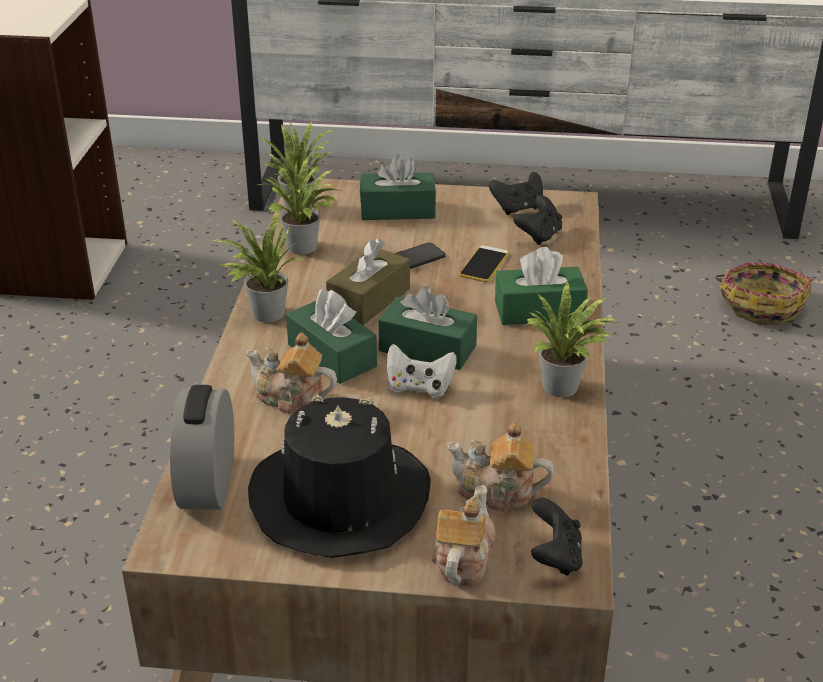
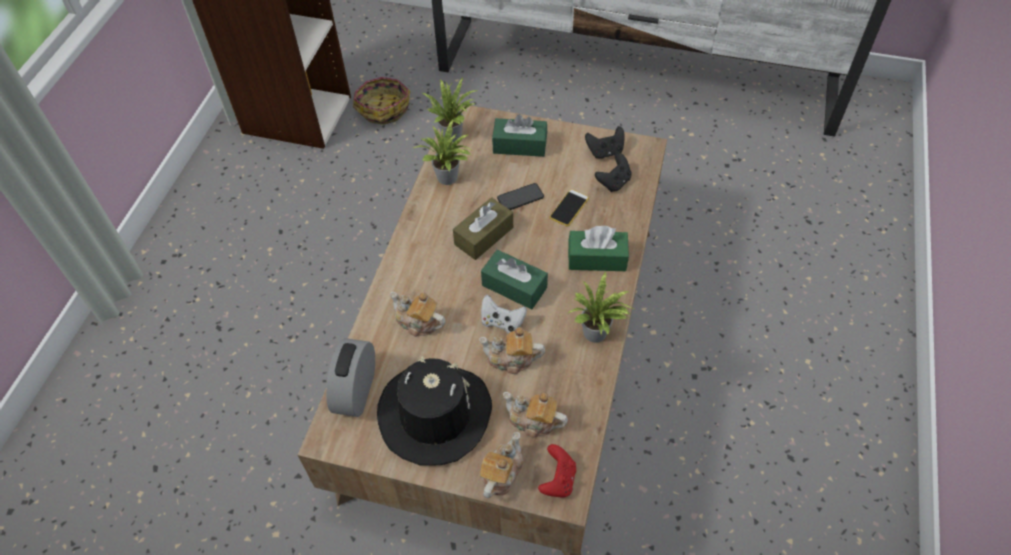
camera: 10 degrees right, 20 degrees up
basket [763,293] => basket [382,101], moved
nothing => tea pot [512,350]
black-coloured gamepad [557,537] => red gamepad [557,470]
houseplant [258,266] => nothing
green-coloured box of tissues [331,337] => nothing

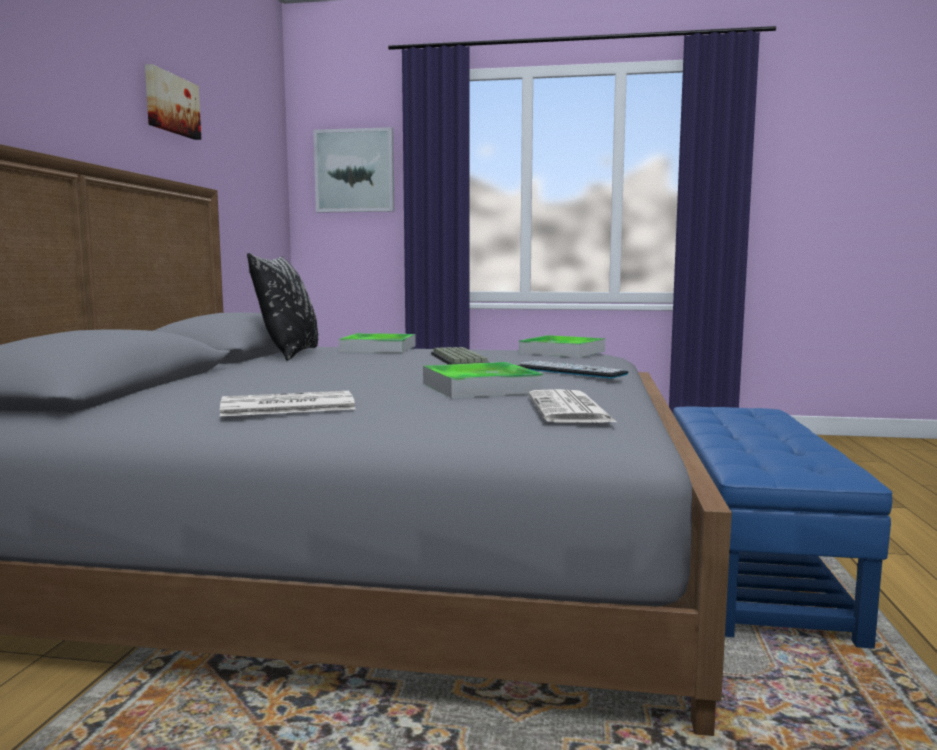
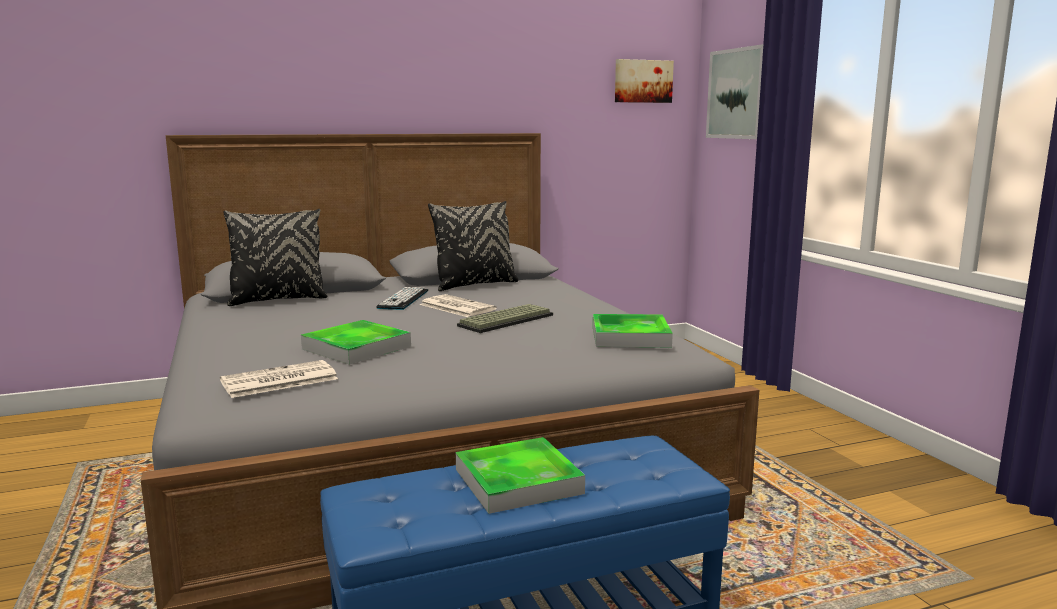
camera: 60 degrees right, 5 degrees up
nothing => black-coloured throw pillow [275,257]
PC keyboard [573,369] => PC keyboard [402,298], moved
newspaper [288,403] => newspaper [458,305], moved
carrying tray [377,343] => carrying tray [520,475], moved
wall art [173,102] => wall art [644,81], moved

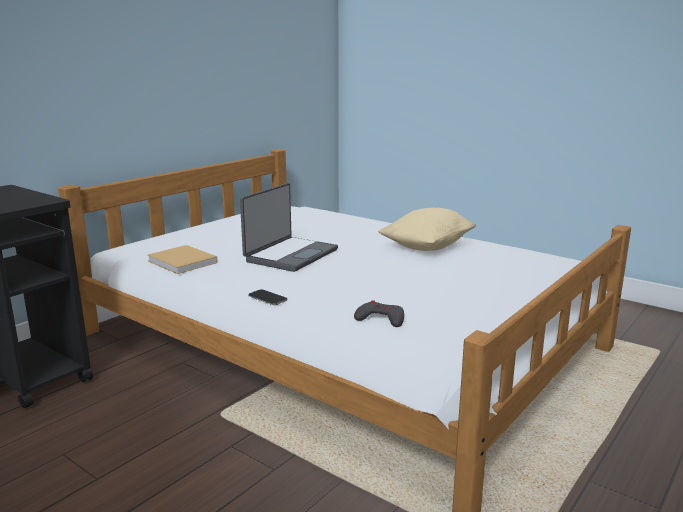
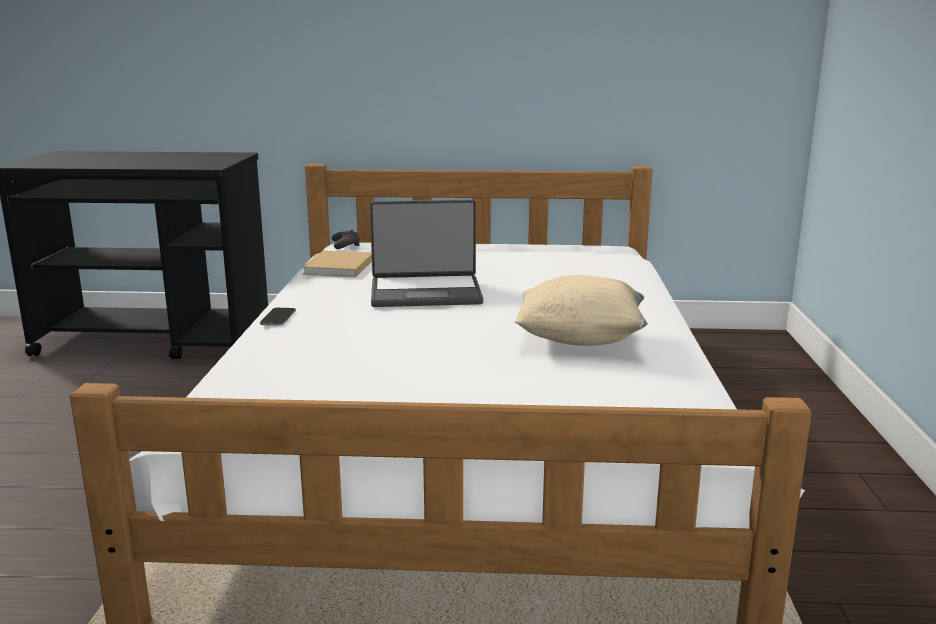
camera: 55 degrees right, 0 degrees up
grey gamepad [379,313] => grey gamepad [346,239], moved

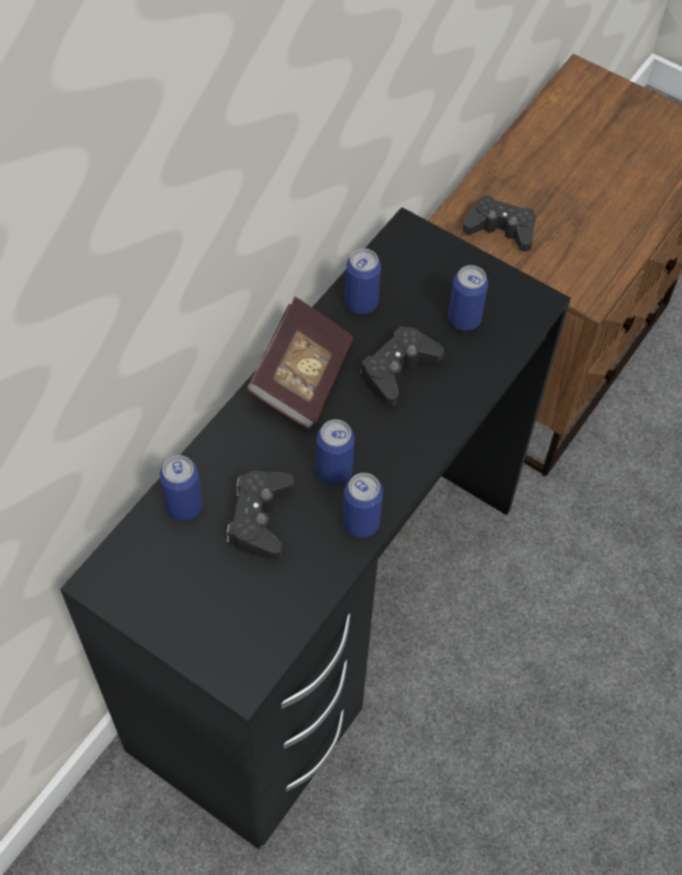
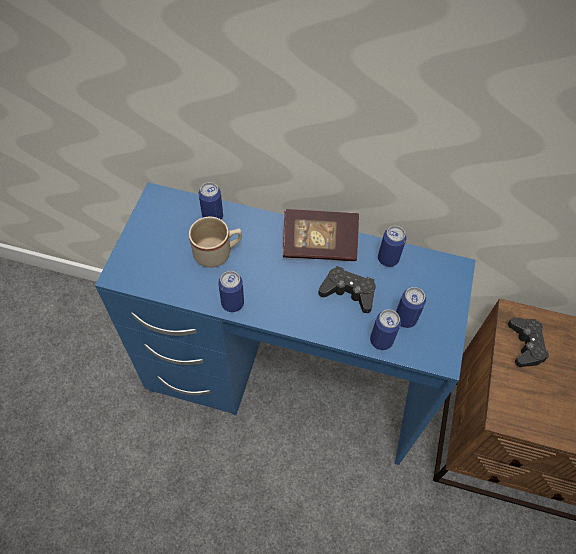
camera: 70 degrees right, 0 degrees up
black-coloured desk unit [315,528] => blue-coloured desk unit [285,323]
black-coloured gamepad [260,514] => beige-coloured mug [215,242]
metal can [336,452] => metal can [385,329], moved

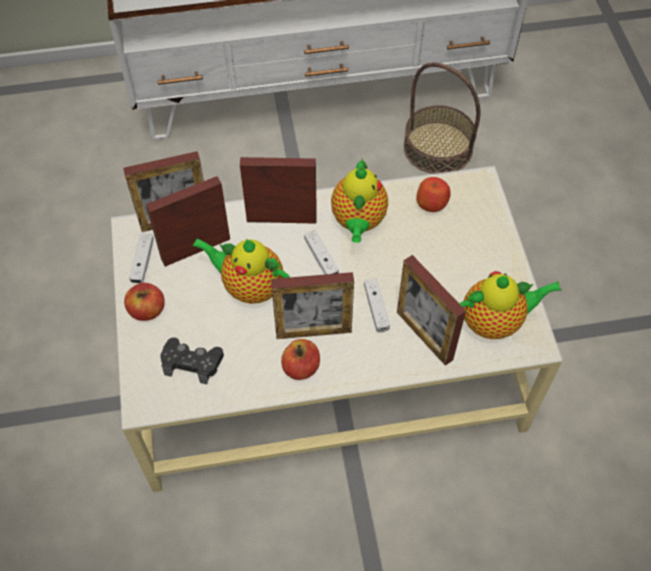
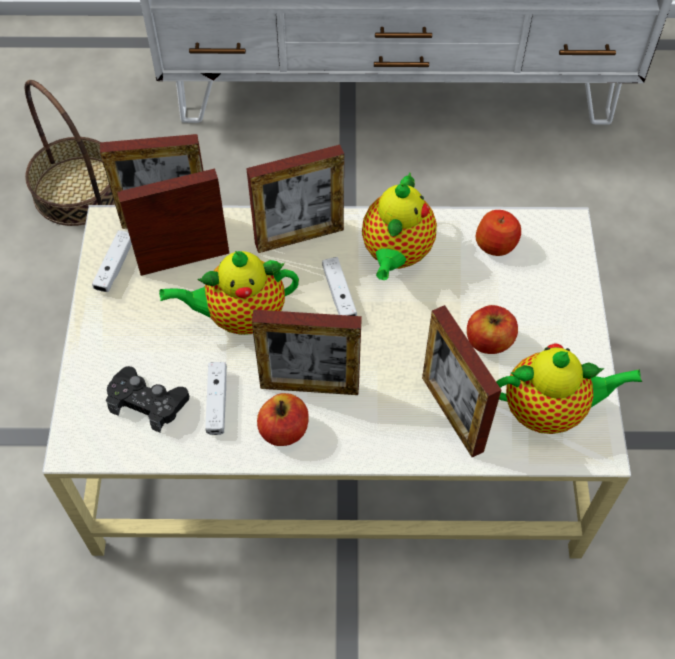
camera: 10 degrees right, 0 degrees up
basket [442,118] => basket [70,153], moved
tea pot [241,271] => tea pot [229,293], 45 degrees counterclockwise
whitish gamepad [377,305] => whitish gamepad [216,398], moved
photo frame [278,190] => photo frame [295,199], 150 degrees clockwise
apple fruit [144,302] => apple fruit [492,329], moved

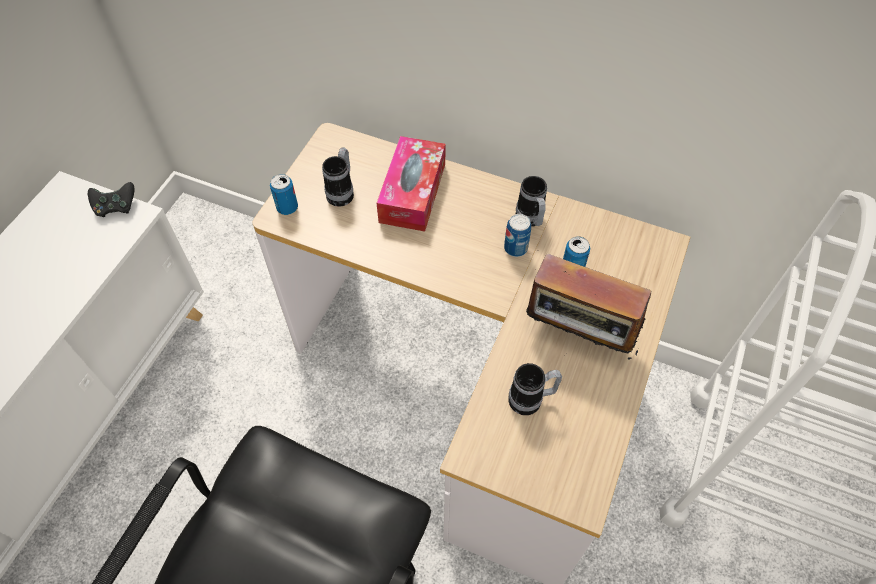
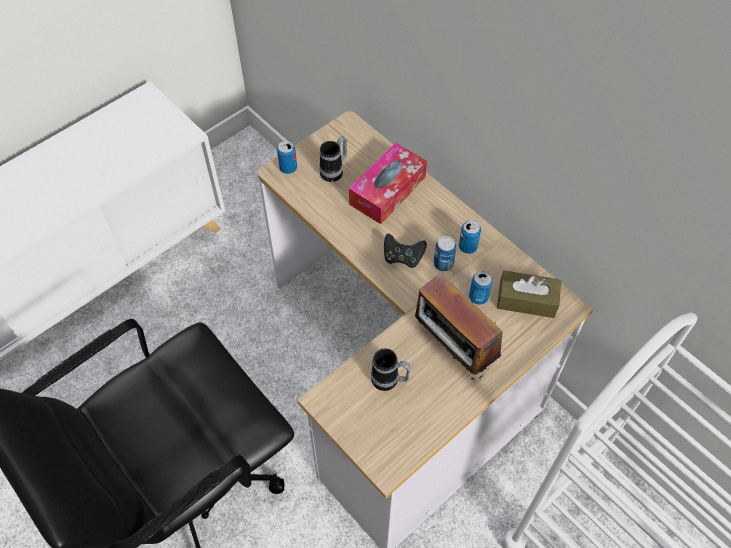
camera: 25 degrees right, 0 degrees up
black-coloured gamepad [111,199] => black-coloured gamepad [405,251], moved
mug [531,201] => metal can [470,237]
nothing => brown box of tissues [529,294]

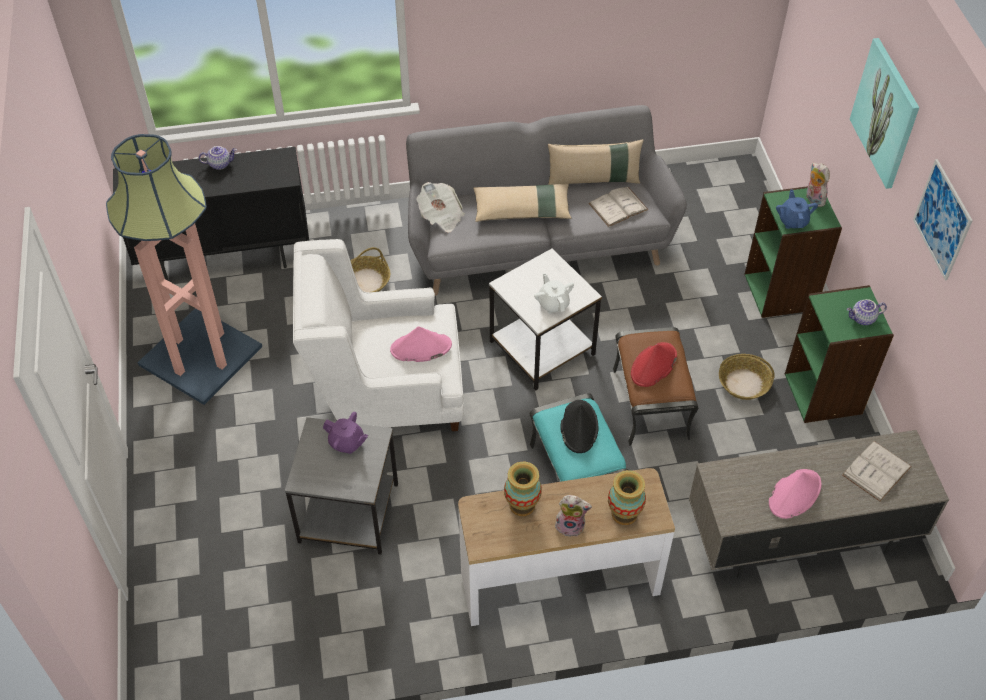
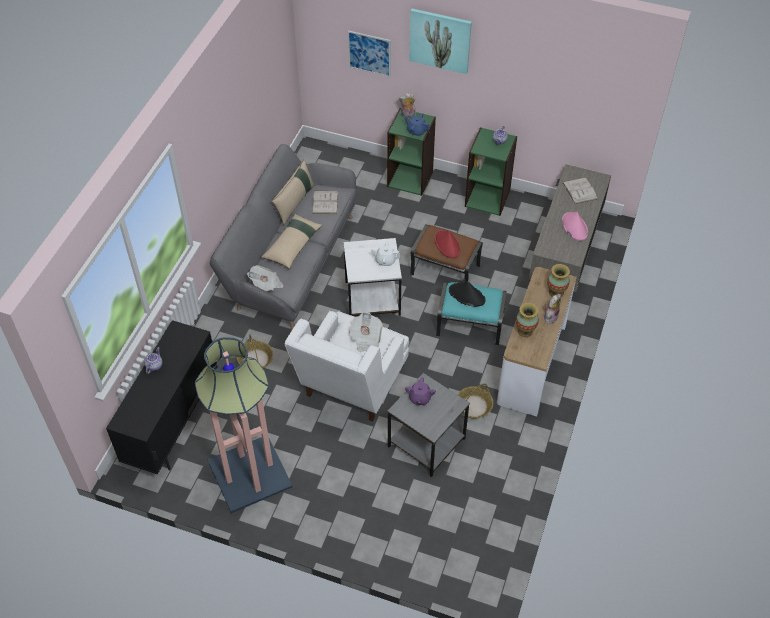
camera: 60 degrees left, 0 degrees up
wall art [943,219] => wall art [369,54], moved
pink-coloured clothing hat [421,344] => newspaper [366,332]
purplish tea pot [345,433] => purplish tea pot [420,391], 135 degrees clockwise
basket [747,377] => basket [475,401], moved

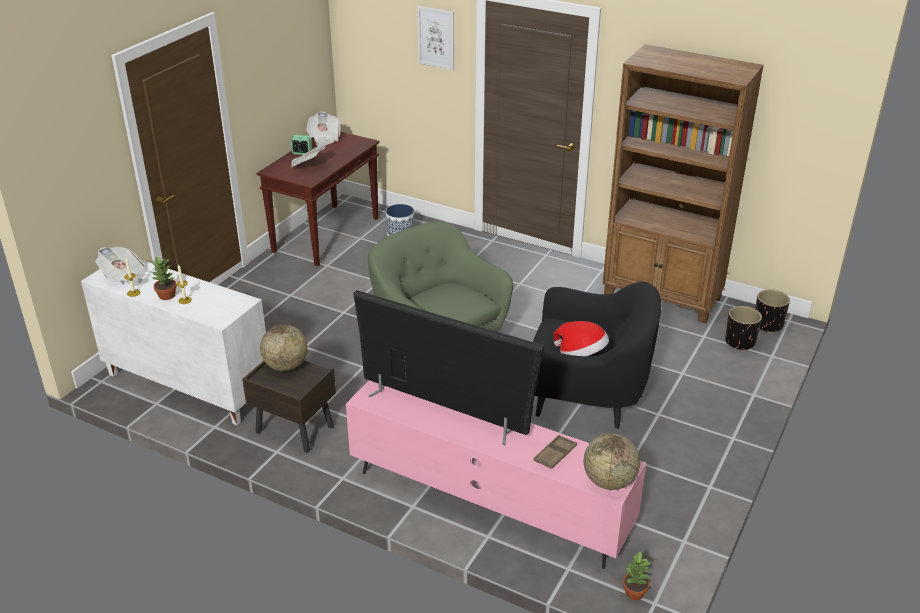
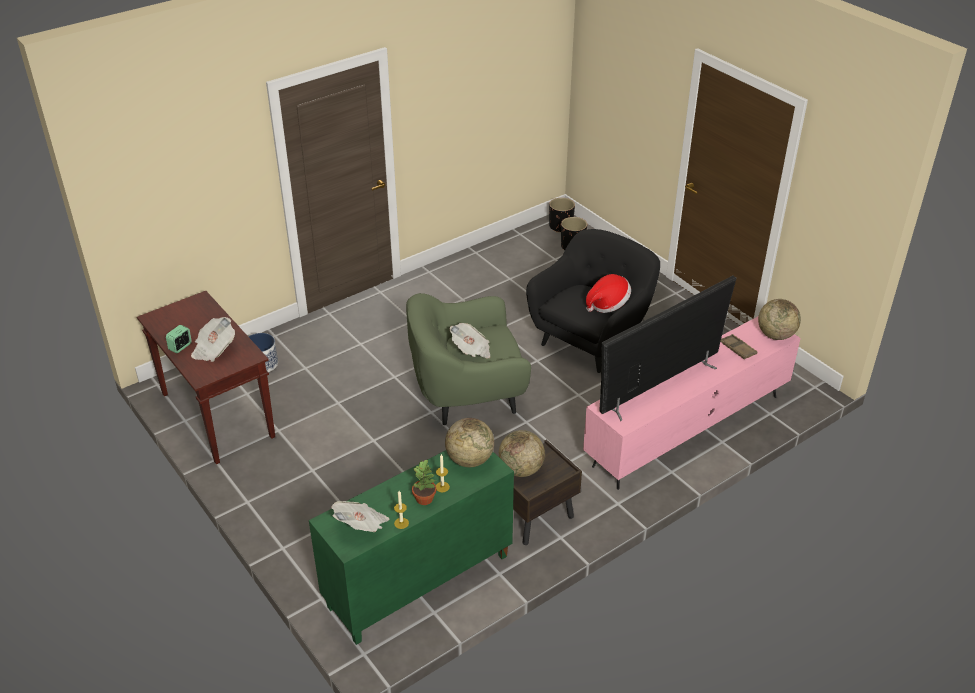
camera: 65 degrees left, 5 degrees up
whitish cupboard [173,342] => green-coloured cupboard [411,547]
nothing => world globe [469,442]
newspaper [323,129] => newspaper [470,340], moved
wall art [435,38] => nothing
brown shelving unit [683,183] => nothing
houseplant [636,576] => nothing

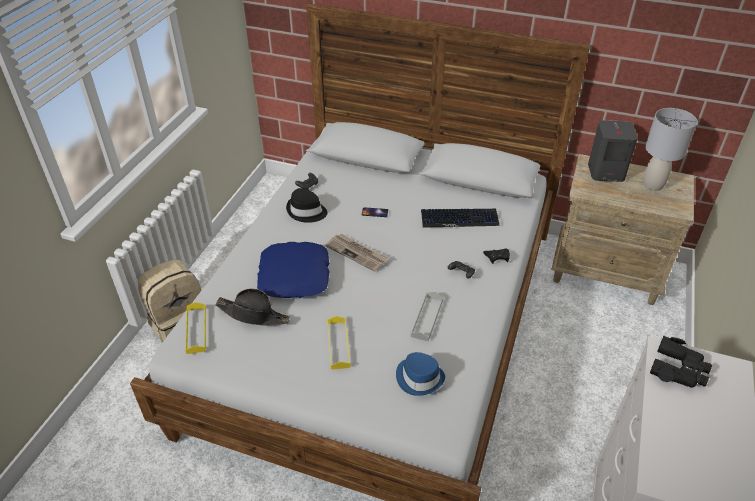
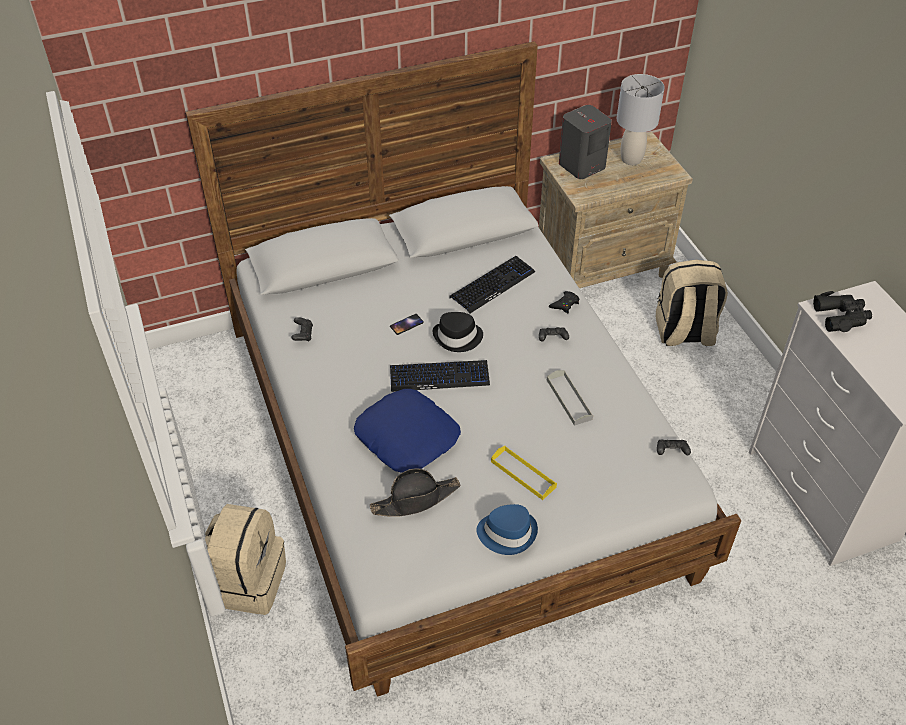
camera: 40 degrees left, 5 degrees up
newspaper [357,252] => PC keyboard [440,376]
black-coloured clothing hat [306,205] => black-coloured clothing hat [458,332], moved
blue-coloured clothing hat [420,374] => blue-coloured clothing hat [507,529], moved
nothing => beige-coloured backpack [691,303]
nothing => black-coloured gamepad [674,447]
yellow-coloured carrying tray [195,328] => nothing

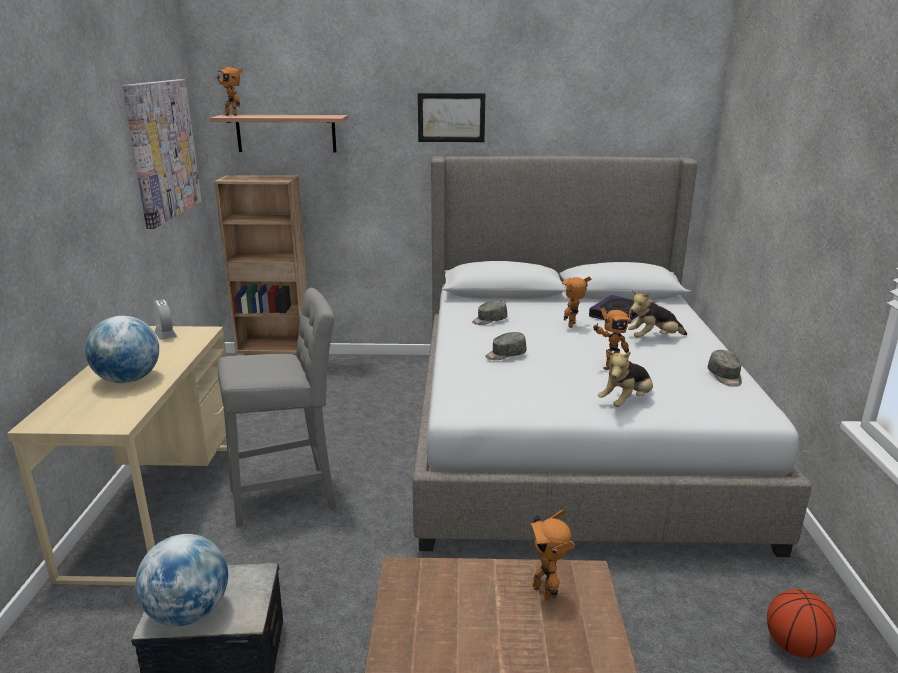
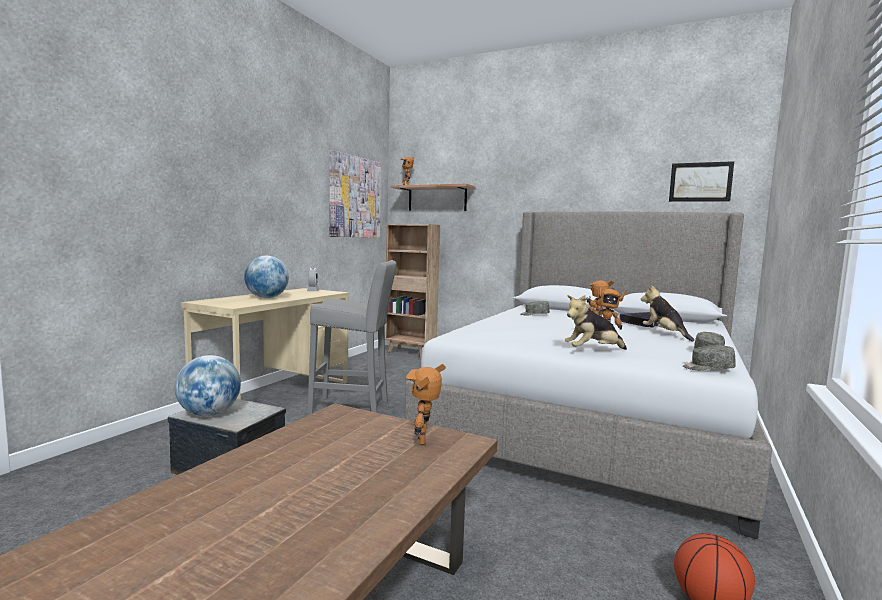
camera: 25 degrees right, 15 degrees down
plush toy [657,313] => plush toy [667,313], 60 degrees clockwise
wall art [451,117] => wall art [701,181], moved
grey baseball cap [505,346] => grey baseball cap [709,357], moved

